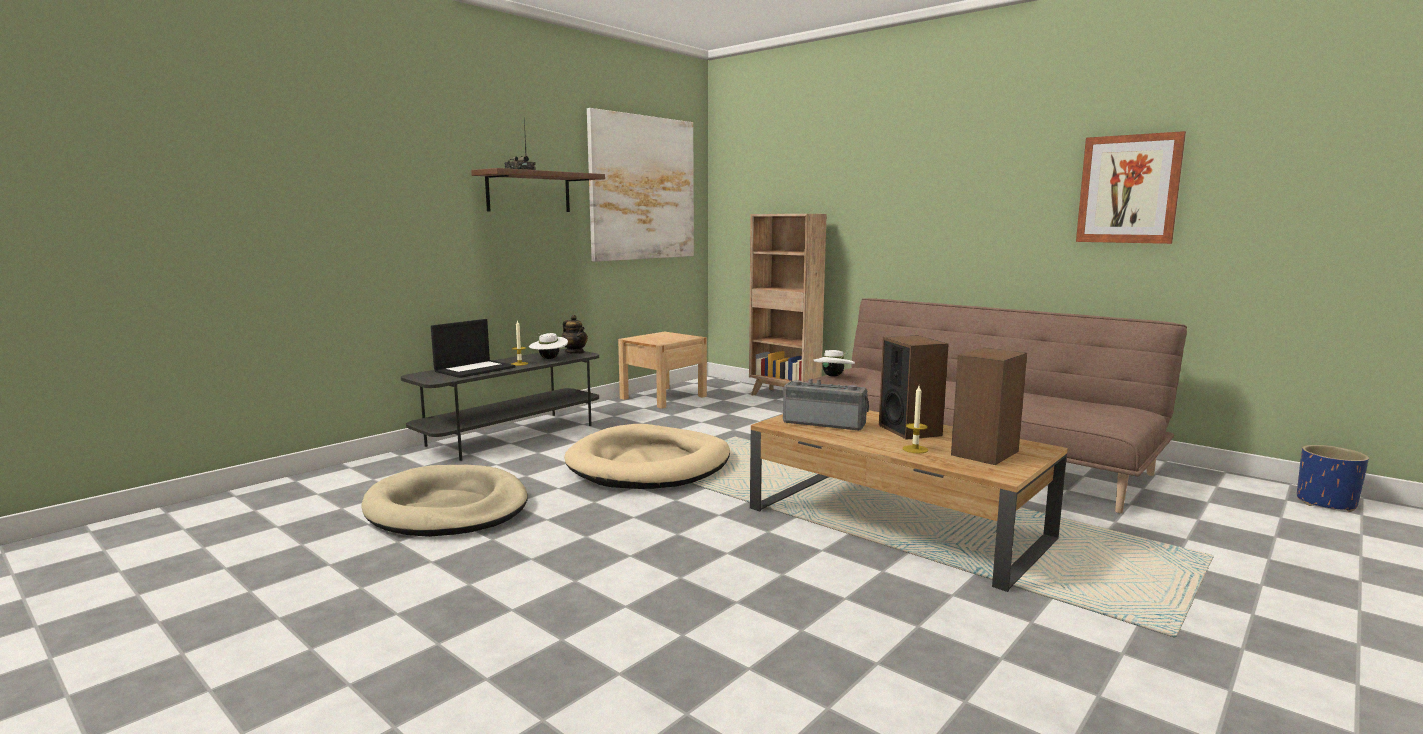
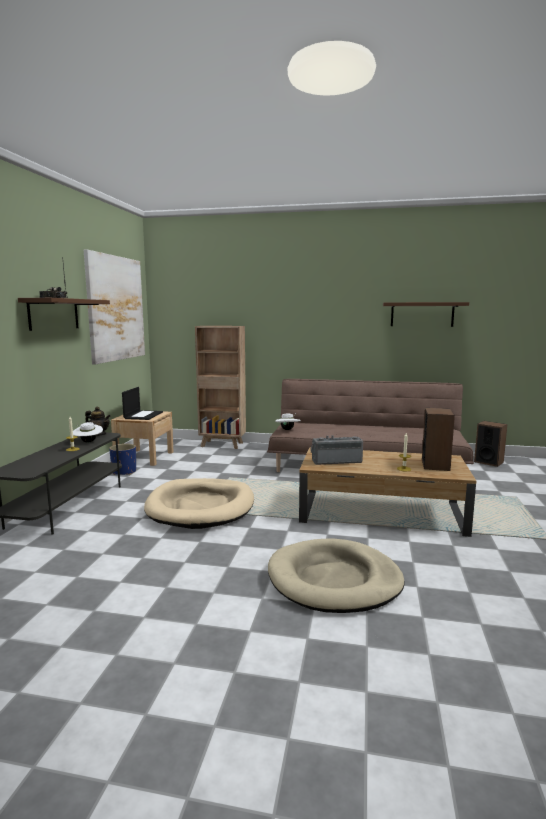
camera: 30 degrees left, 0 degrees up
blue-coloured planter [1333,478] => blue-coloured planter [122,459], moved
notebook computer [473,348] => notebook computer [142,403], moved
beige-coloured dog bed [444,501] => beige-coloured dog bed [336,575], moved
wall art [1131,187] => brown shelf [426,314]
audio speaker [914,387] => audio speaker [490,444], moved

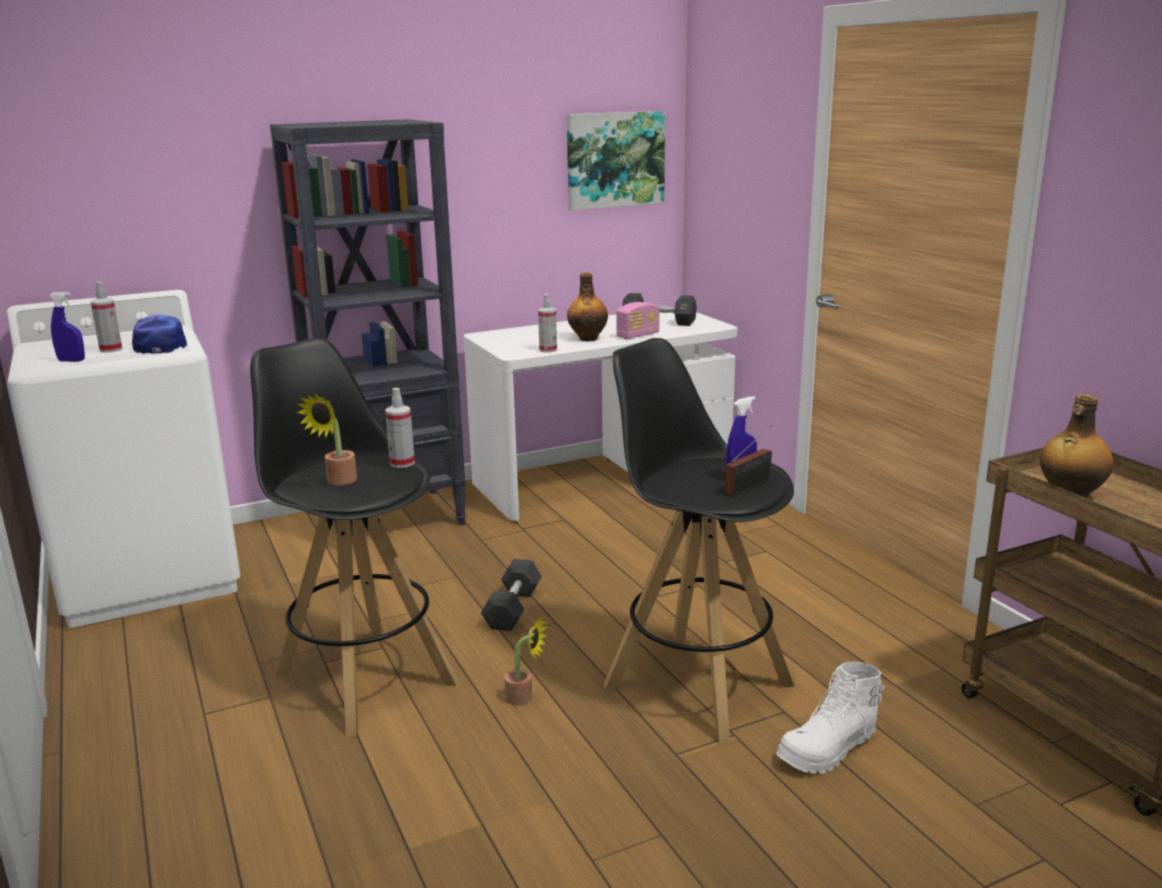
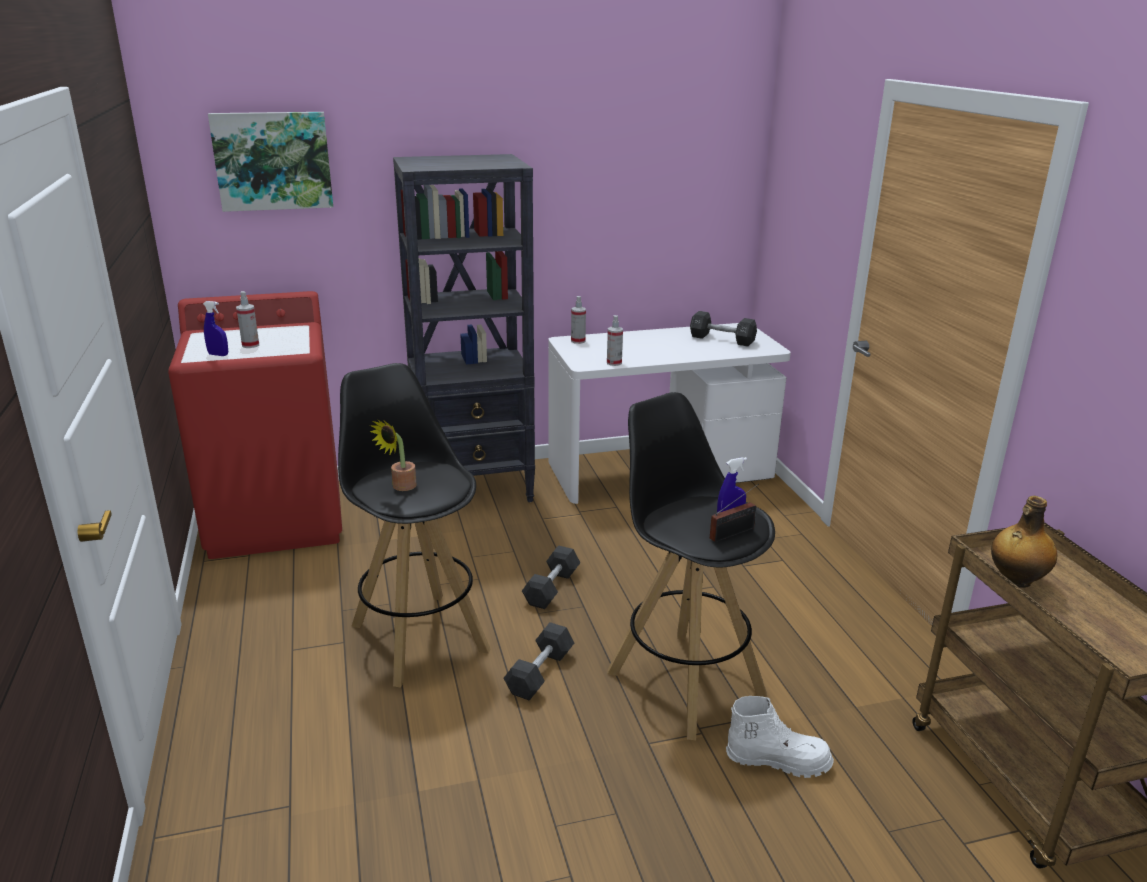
camera: 10 degrees right, 5 degrees up
whitish laundry machine [123,459] => red laundry machine [255,425]
wall art [616,160] => wall art [270,162], moved
houseplant [526,661] => black-coloured dumbbell [538,661]
spray bottle [400,428] => spray bottle [578,320], moved
whitish boot [831,718] => whitish boot [780,737], 150 degrees counterclockwise
baseball cap [159,334] => nothing
beverage bottle [587,306] => nothing
radio receiver [638,320] => nothing

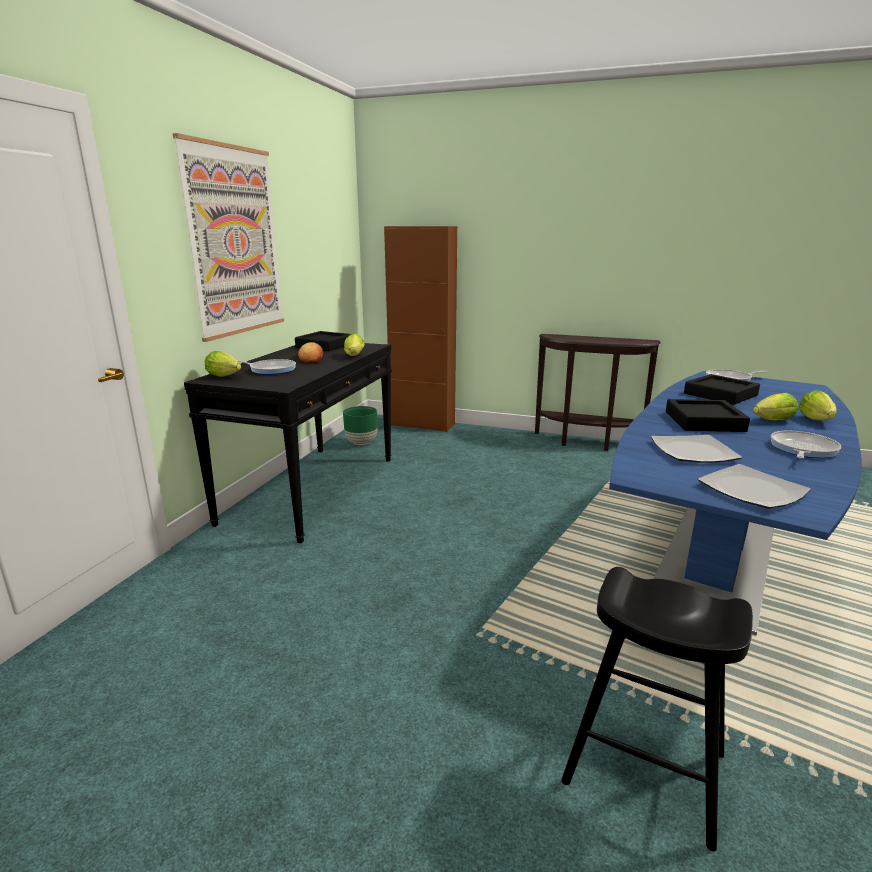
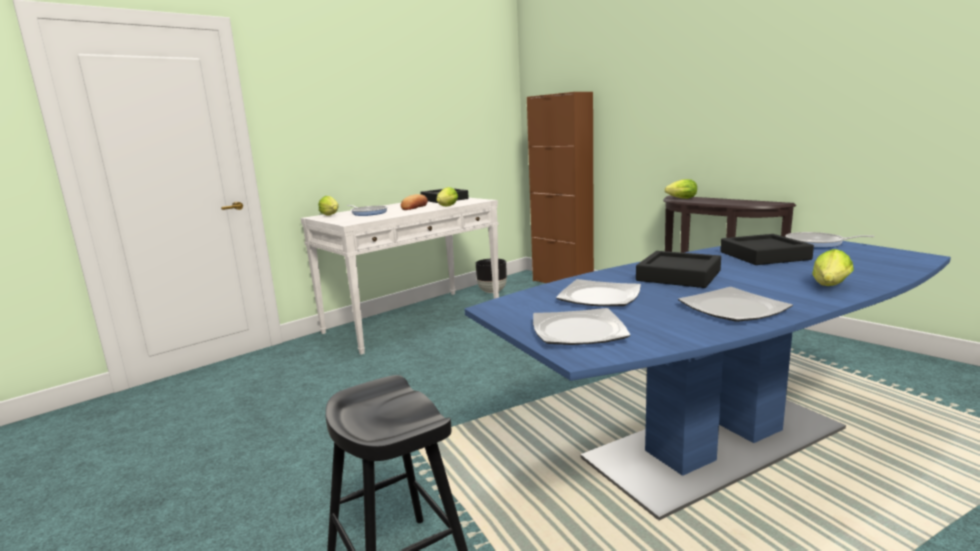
camera: 30 degrees right, 5 degrees down
black-coloured narrow table [288,443] => whitish narrow table [400,276]
green-coloured planter [360,425] => black-coloured planter [491,276]
head of lettuce [775,406] => head of lettuce [681,189], moved
skillet [806,444] => flat dish [735,304]
wall art [228,237] => nothing

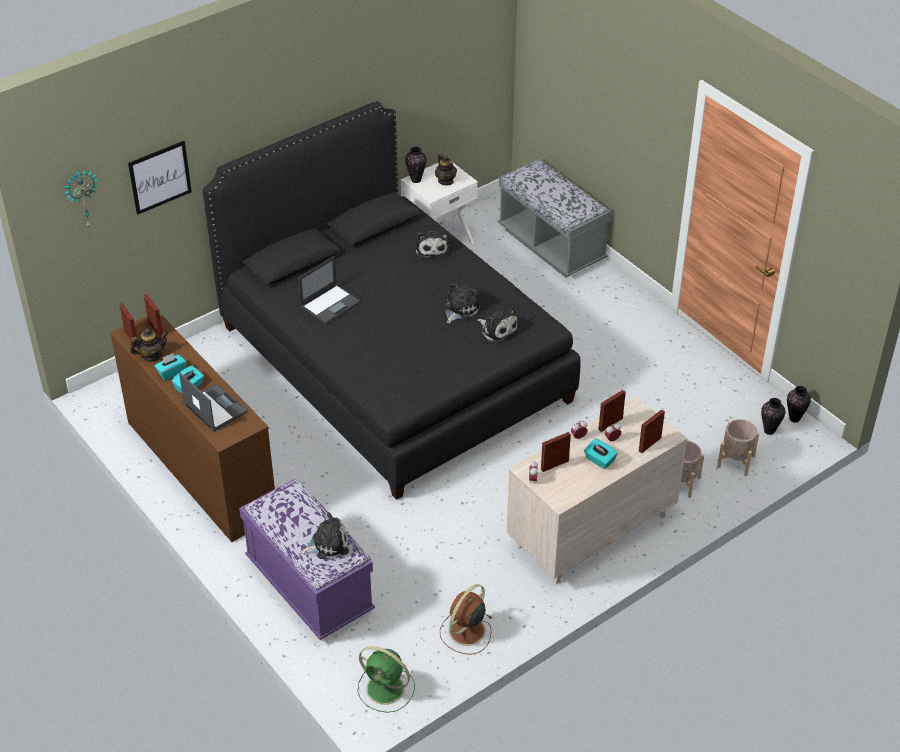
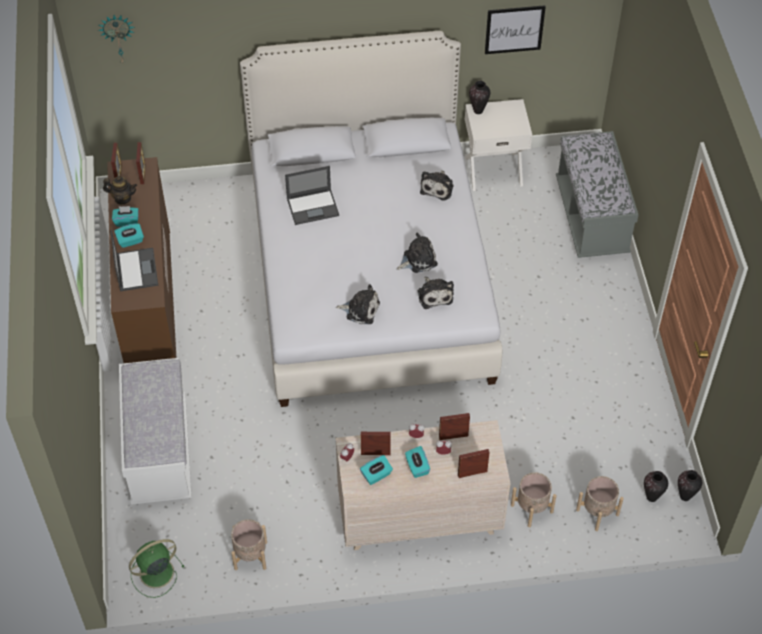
camera: 30 degrees right, 10 degrees up
purplish indoor bench [307,559] => whitish indoor bench [155,431]
green-coloured electric fan [386,679] => green-coloured electric fan [157,568], 90 degrees clockwise
brown electric fan [466,619] => beige-coloured planter [249,544]
black-coloured bed [392,300] => whitish bed [371,219]
plush toy [324,535] => plush toy [358,304], moved
nothing => blue-green box of tissues [376,470]
wall art [160,178] => wall art [515,29], moved
tea pot [446,170] => nothing

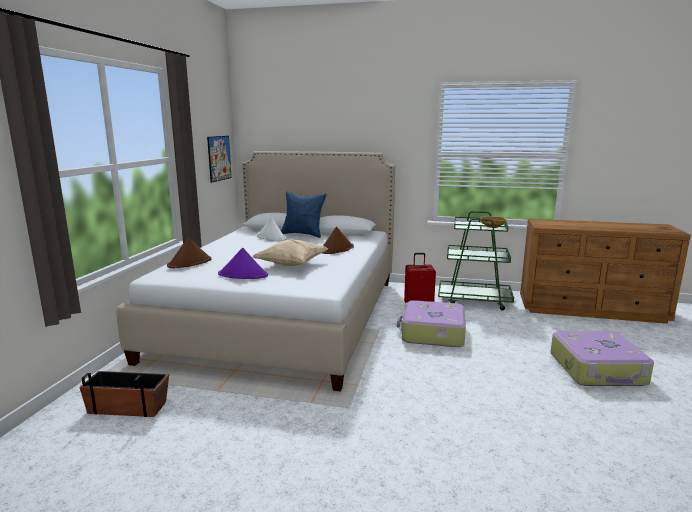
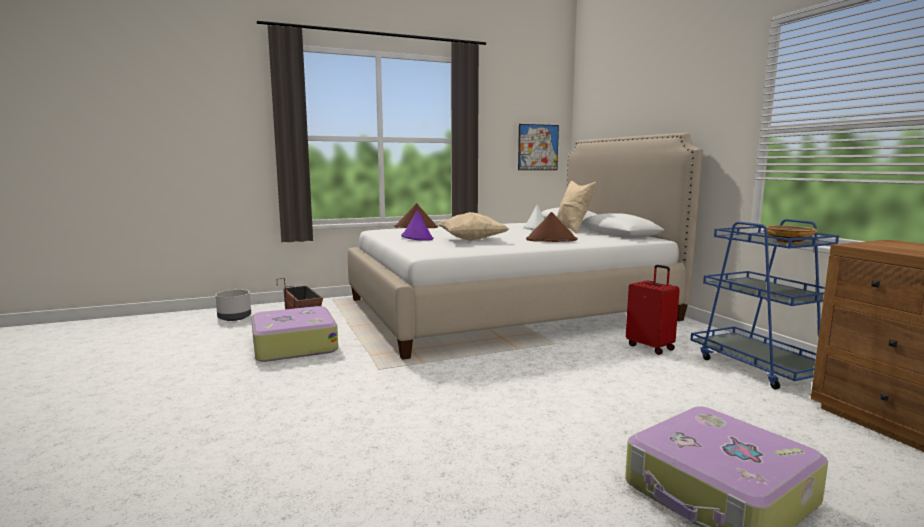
camera: 55 degrees right, 5 degrees down
nothing => grey planter [233,305]
piece of luggage [431,323] => piece of luggage [294,334], moved
blue-coloured throw pillow [304,214] => beige-coloured throw pillow [576,207]
green-coloured trolley [476,261] => blue-coloured trolley [765,304]

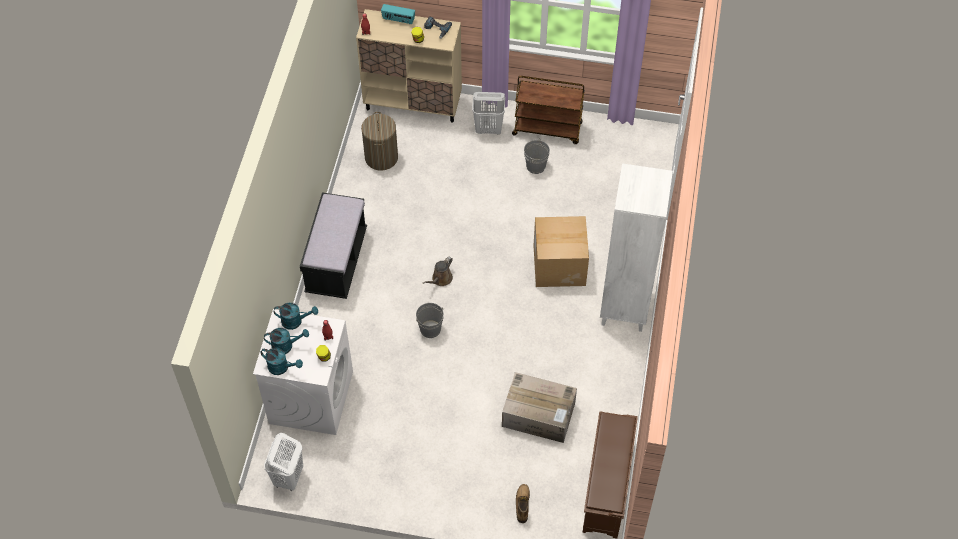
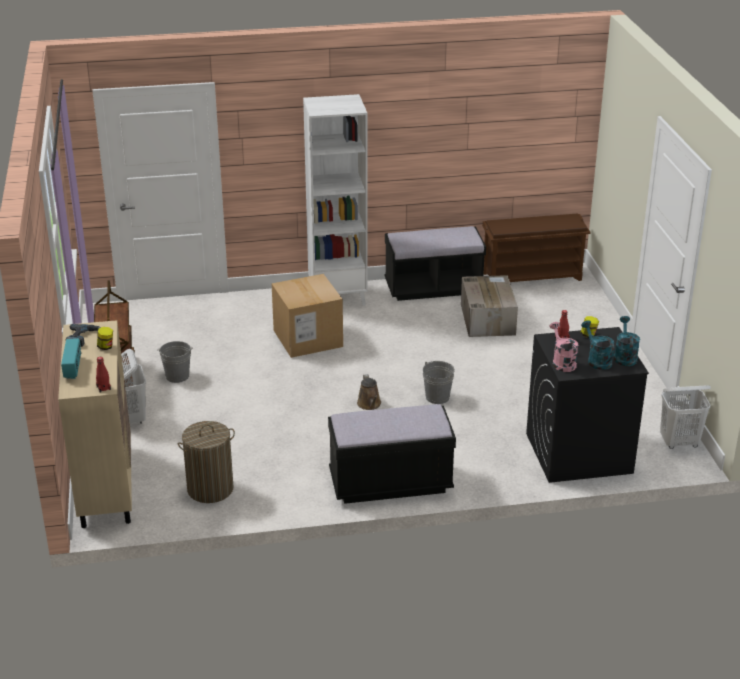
camera: 110 degrees left, 25 degrees down
brown watering can [438,271] => brown watering can [369,392], 60 degrees clockwise
nothing => black-coloured indoor bench [435,263]
whitish laundry machine [303,372] => black-coloured laundry machine [587,405]
blue-green watering can [296,316] => pink-coloured watering can [563,347]
boot [523,503] => nothing

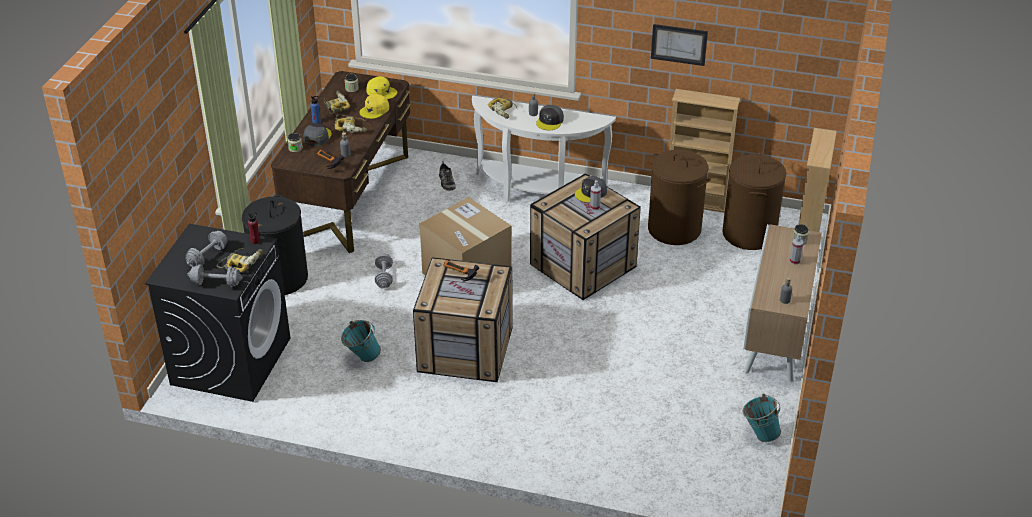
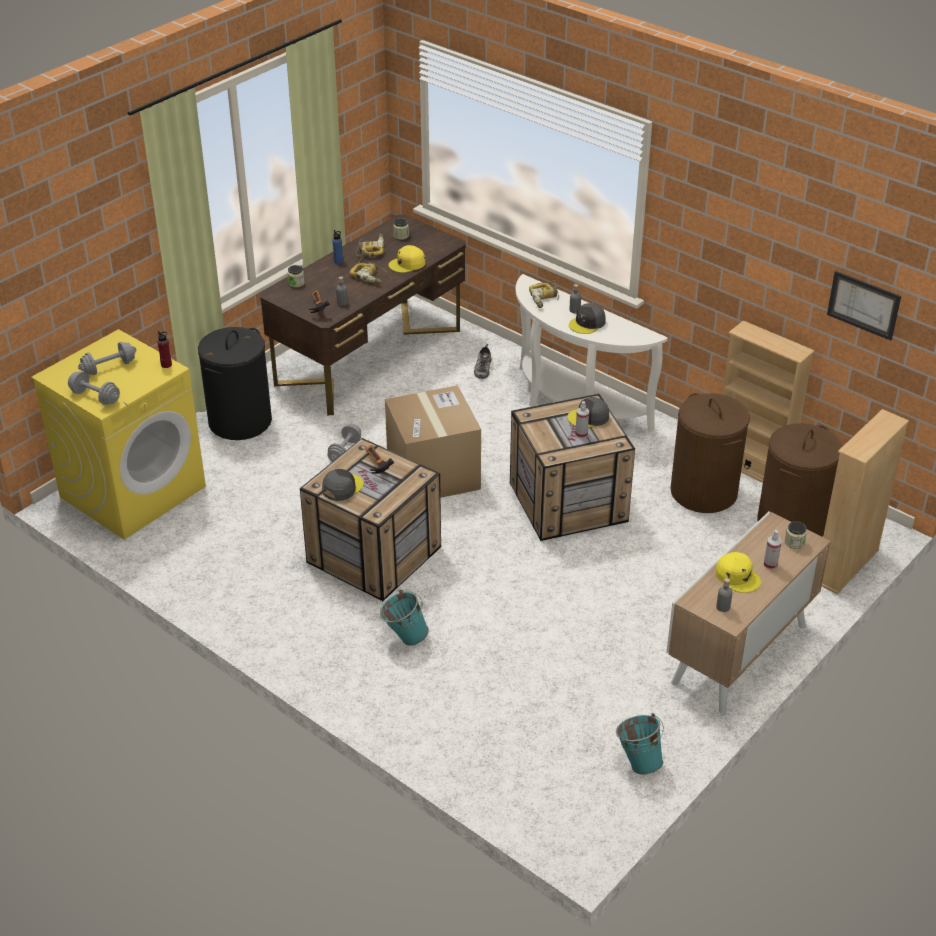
camera: 25 degrees right, 0 degrees up
black-coloured laundry machine [217,313] => yellow-coloured laundry machine [118,434]
grey baseball cap [317,134] => grey baseball cap [342,485], moved
blue-green pail [361,341] => blue-green pail [404,618], moved
yellow-coloured baseball cap [382,88] => yellow-coloured baseball cap [738,572], moved
wall art [679,45] => wall art [864,306], moved
power drill [240,260] => nothing

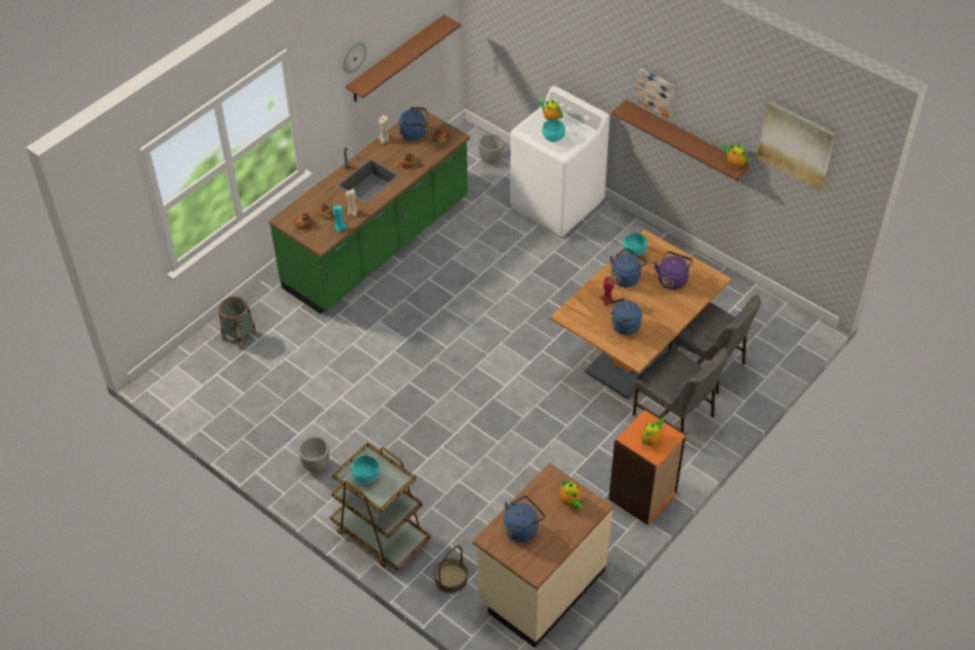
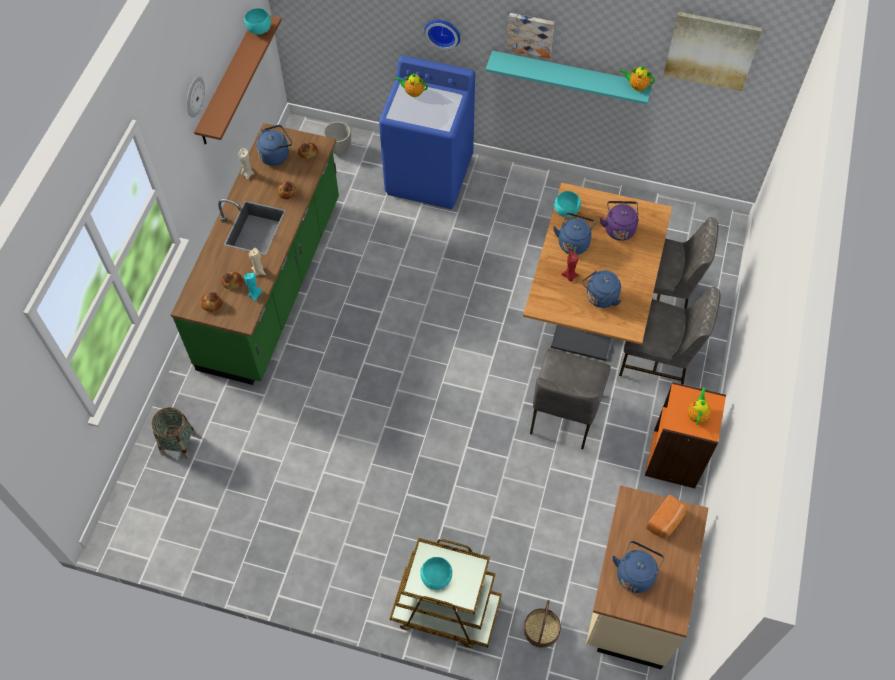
camera: 25 degrees left, 10 degrees up
blue-green deep dish [553,130] => blue-green deep dish [257,21], moved
whitish laundry machine [560,161] => blue-coloured laundry machine [427,132]
nothing => hanging clock [442,35]
brown shelf [680,140] => blue-green shelf [569,77]
nothing => grey upright chair [570,399]
tea pot [571,494] => bakery bread [666,516]
planter [314,454] => nothing

